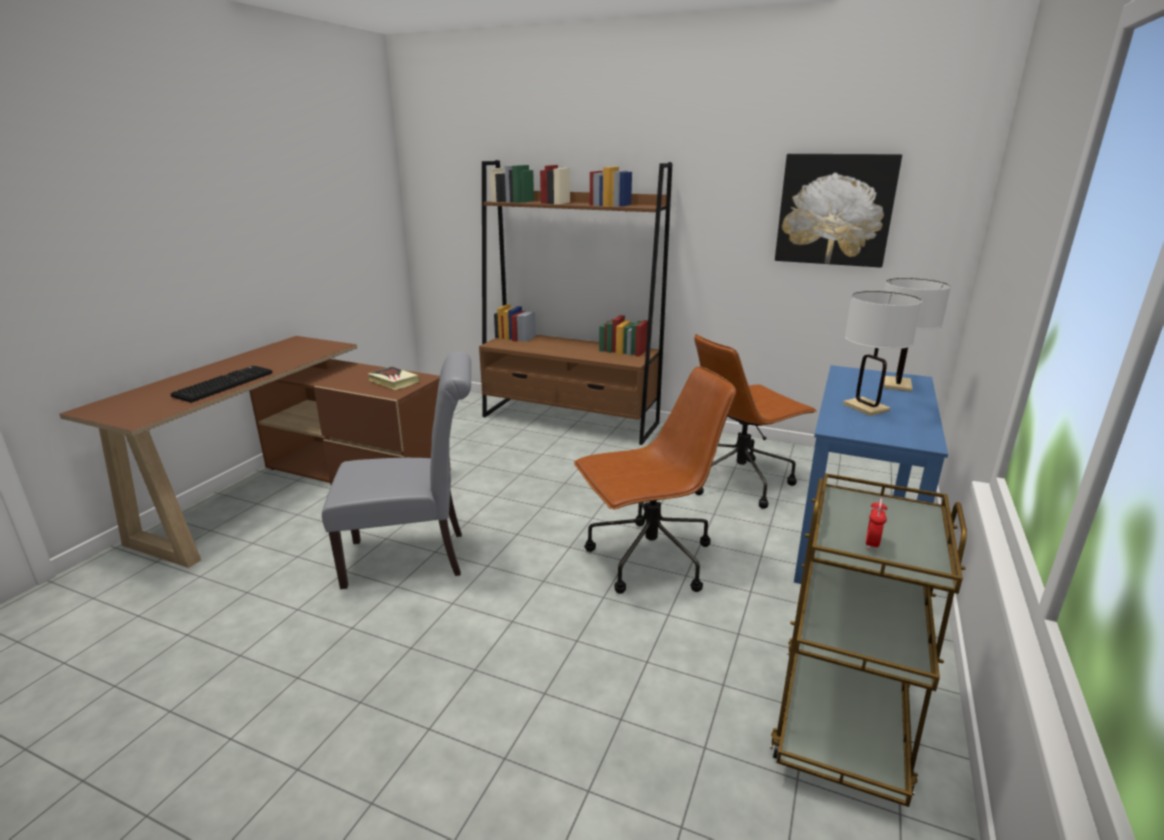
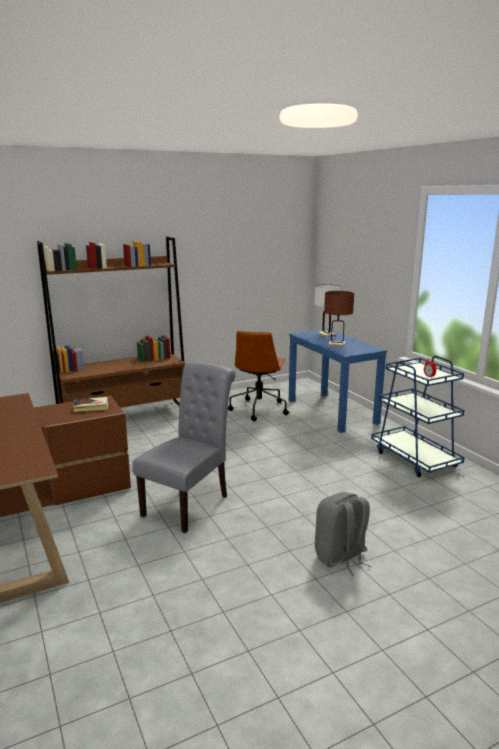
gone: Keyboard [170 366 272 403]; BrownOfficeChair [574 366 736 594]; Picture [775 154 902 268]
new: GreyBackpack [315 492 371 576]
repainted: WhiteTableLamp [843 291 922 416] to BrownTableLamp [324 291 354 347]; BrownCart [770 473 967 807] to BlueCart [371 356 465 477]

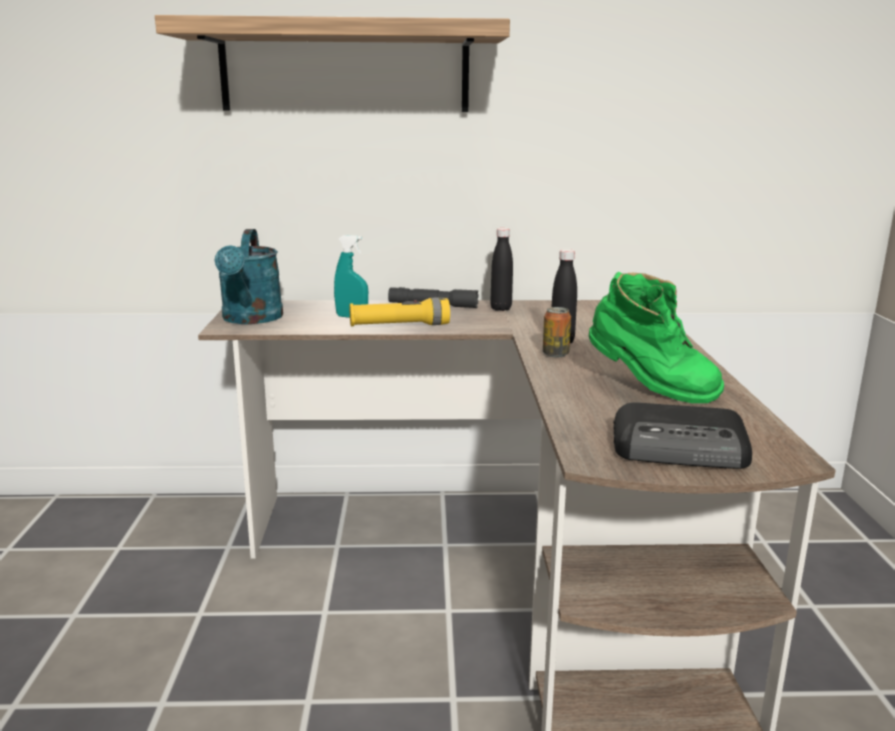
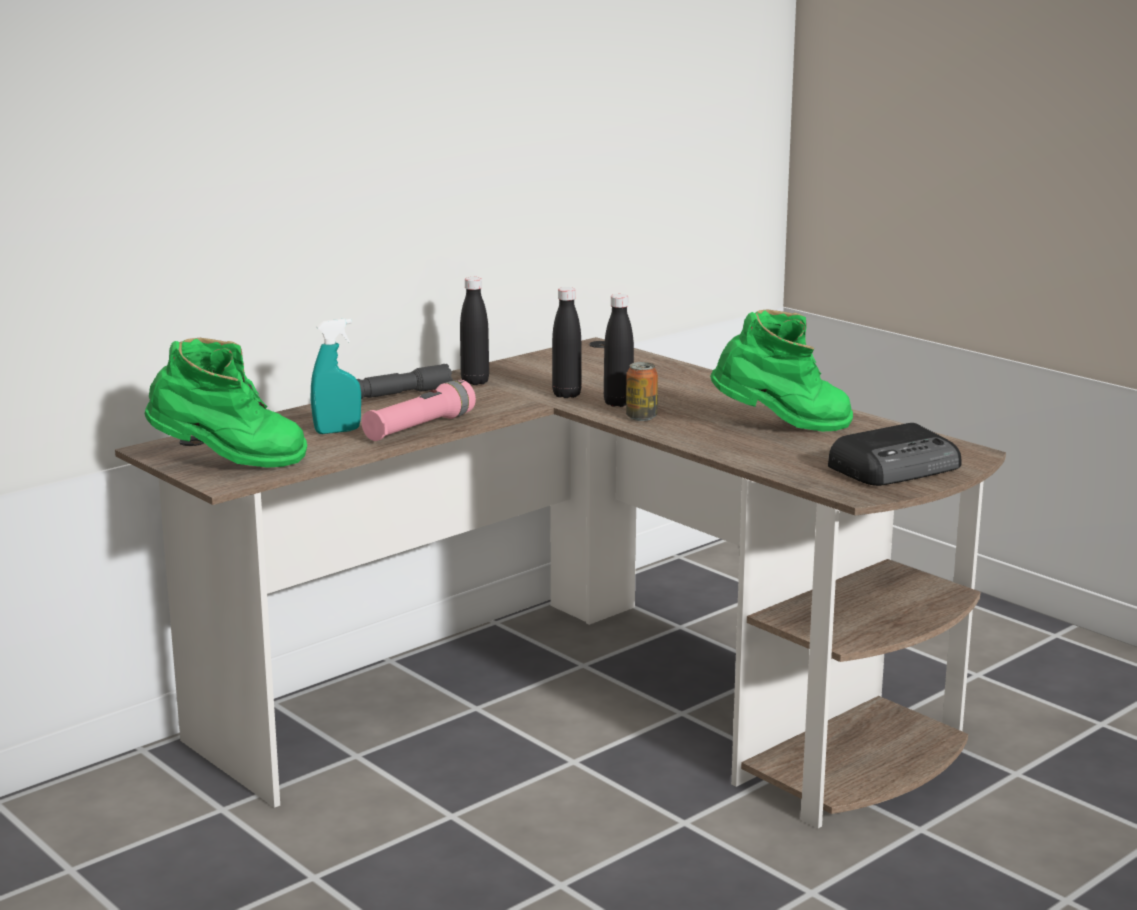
gone: Shelf [155 15 510 112]
new: BlackBottle [552 287 582 398]
swapped: TurquoiseWateringCan [214 229 283 324] to GreenBoot [145 338 307 468]
repainted: YellowFlashlight [350 297 450 326] to PinkFlashlight [362 380 476 441]

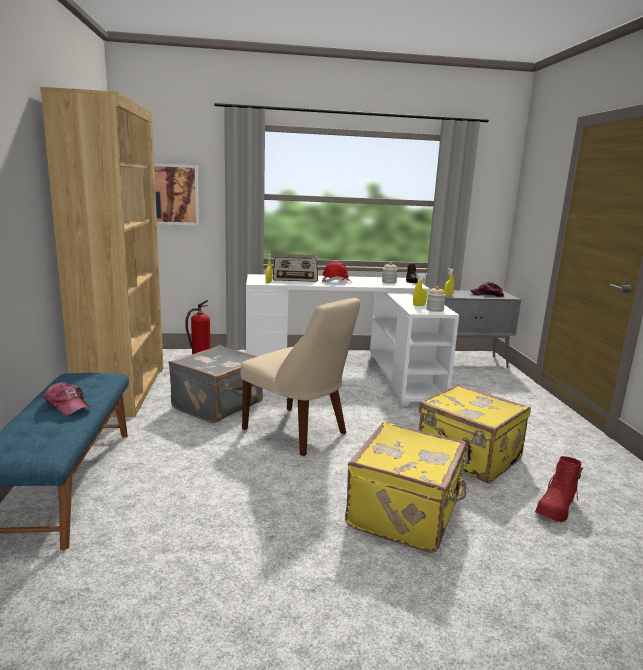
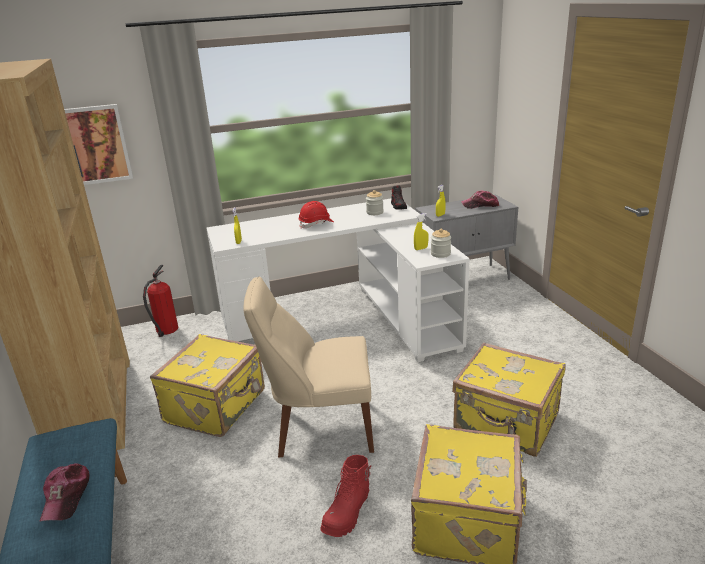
gone: Radio [272 254 318 282]
shifted: RedBoot [535 456 583 522] to [320 455 371 537]
repainted: GreySuitcase [169 345 263 423] to YellowSuitcase [150 334 265 437]
rotated: Cap [44 382 91 416] = [40 463 89 521] 60 degrees clockwise; BeigeChair [241 298 360 456] = [244 277 374 457] 150 degrees clockwise

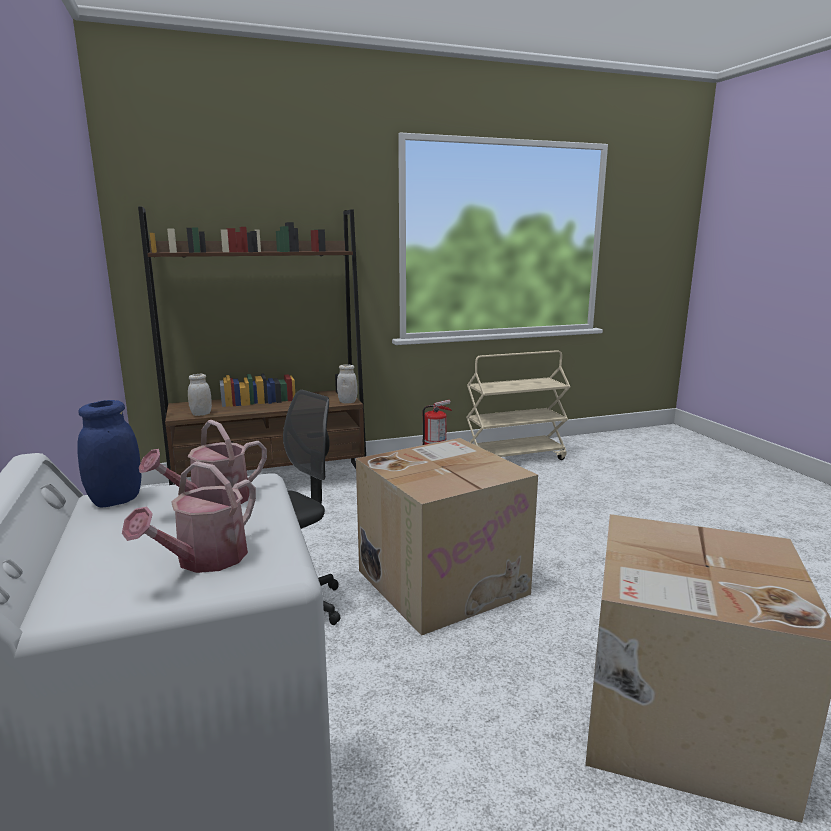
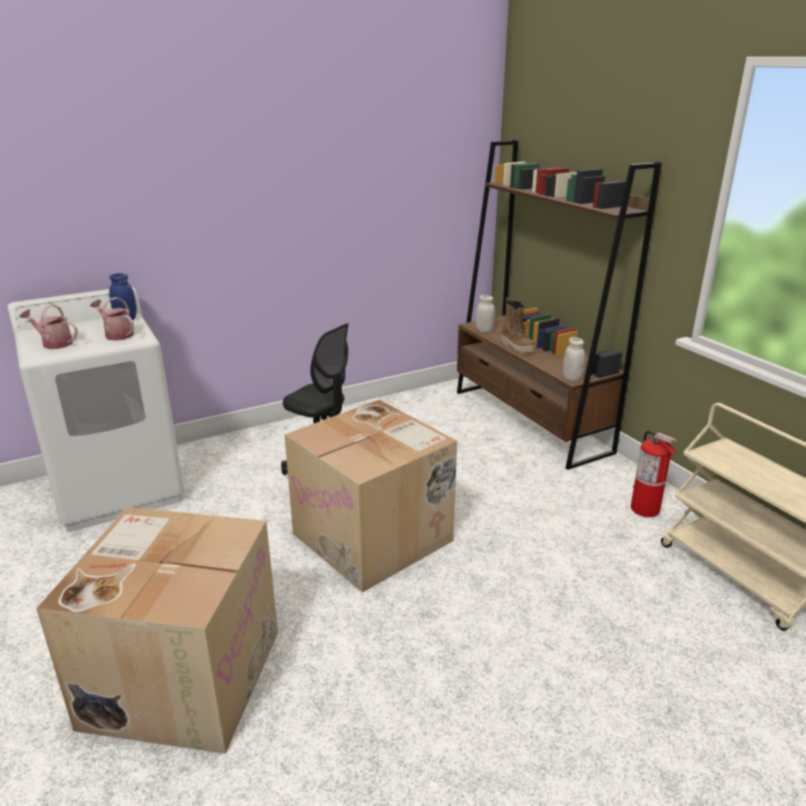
new: Boot [500 298 535 354]

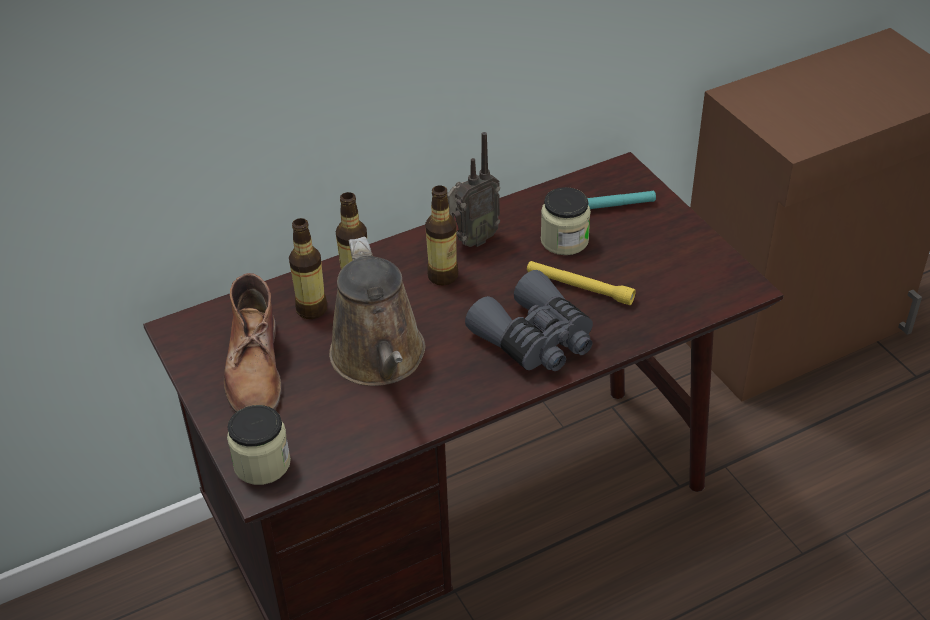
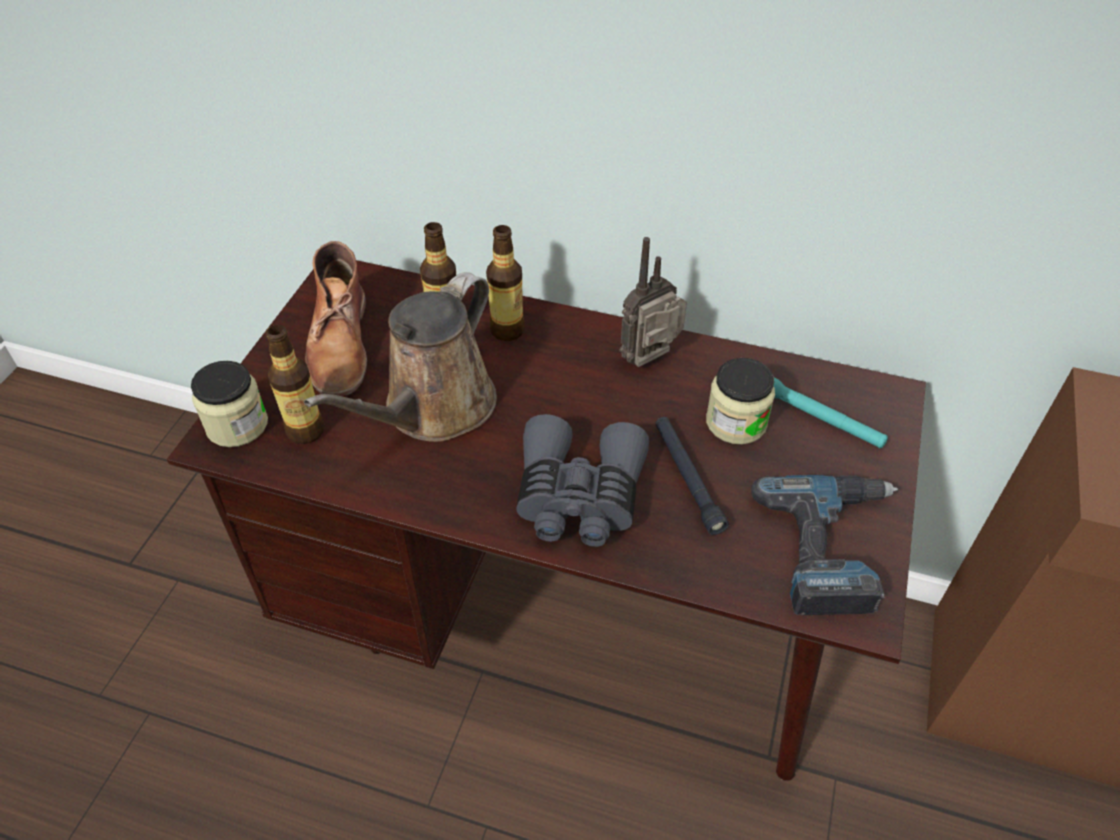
new: PowerDrill [751 475 898 615]
shifted: Bottle [425 185 458 286] to [266 325 325 444]
repainted: YellowFlashlight [527 261 636 305] to BlackFlashlight [655 417 729 535]
rotated: BrownBoot [224 273 282 412] = [305 241 367 396] 45 degrees counterclockwise; Radio [447 132 500 247] = [619 237 687 367] 135 degrees clockwise

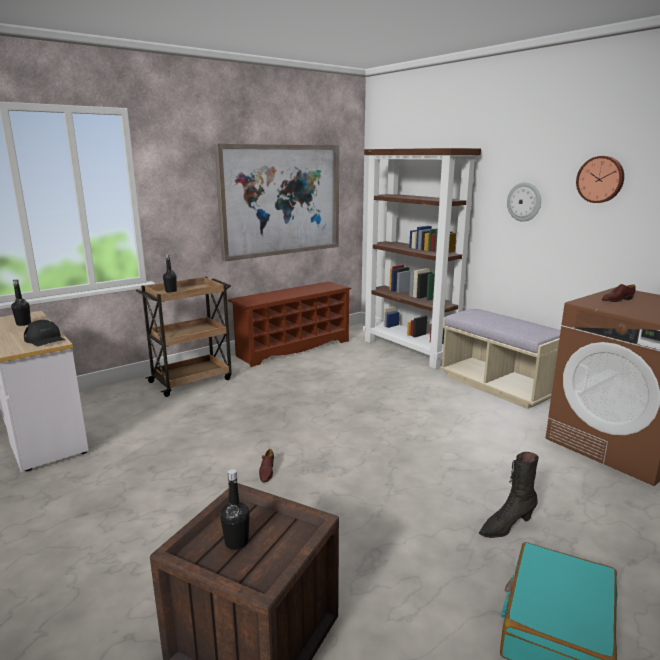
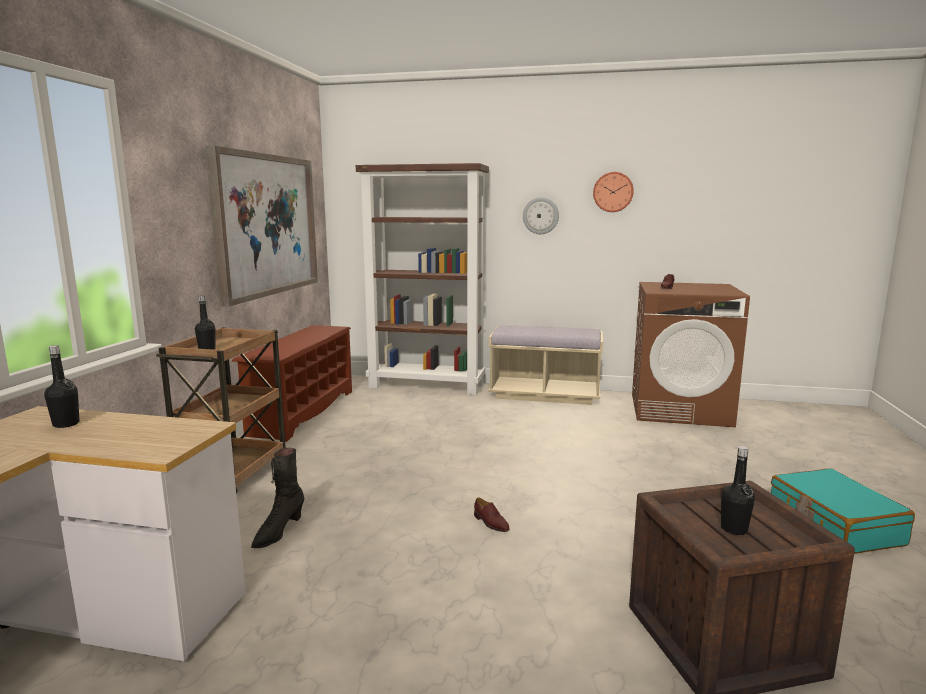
gone: BlackCap [24 320 65 346]
shifted: BlackBoot [479 452 539 538] to [251 448 304 548]

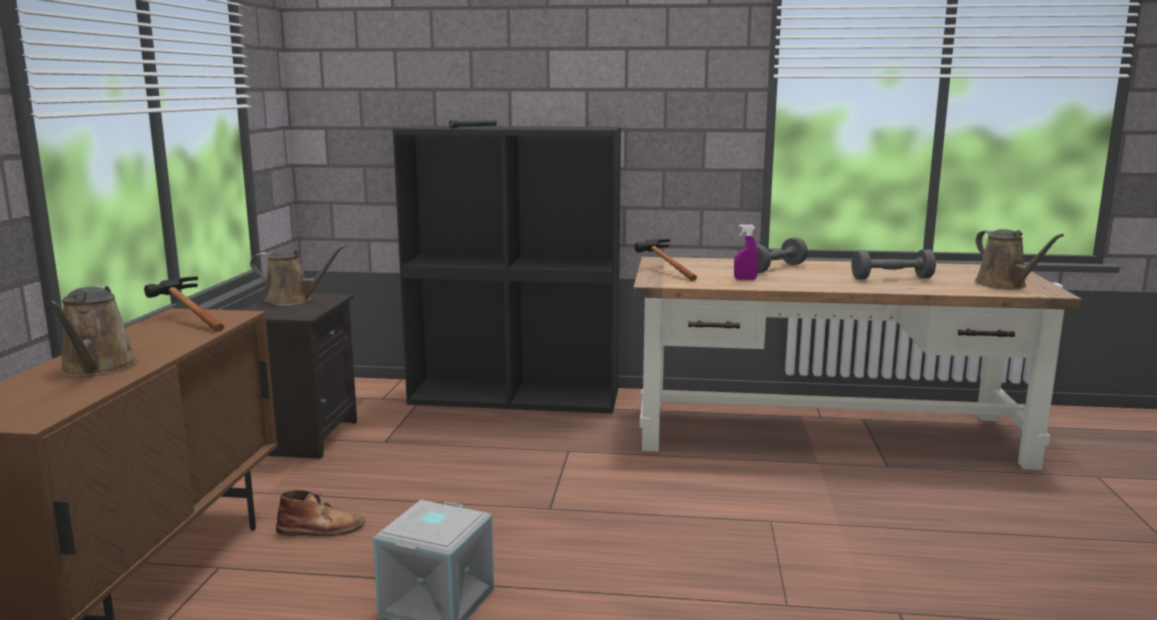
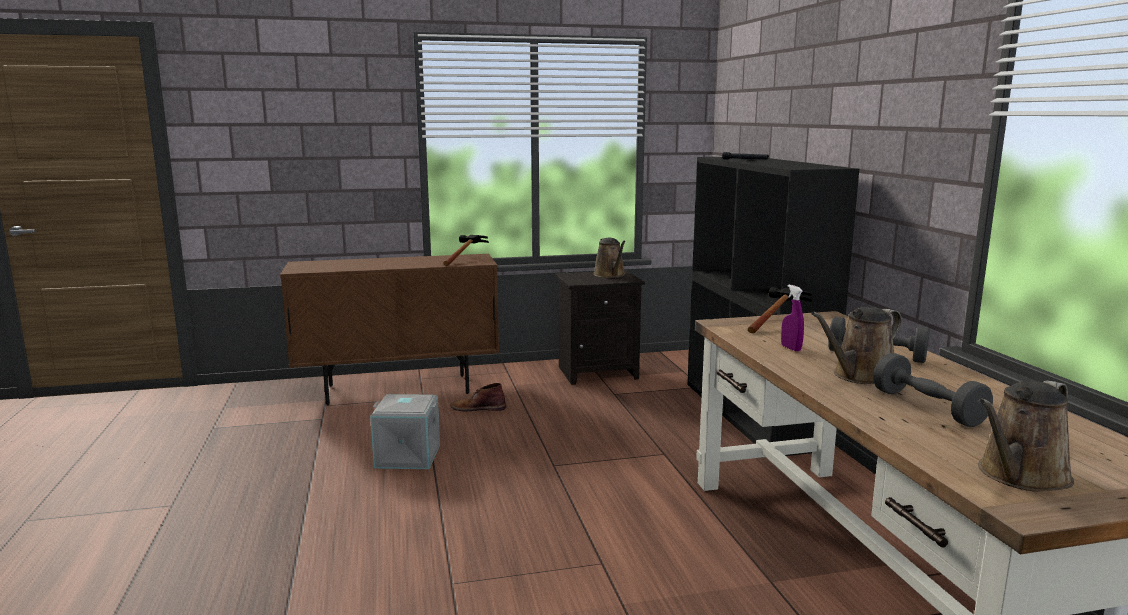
shifted: BrownWateringCan [48 286 138 377] to [811 307 902 384]
rotated: BrownBoot [276 490 365 536] = [451 383 506 411] 120 degrees clockwise

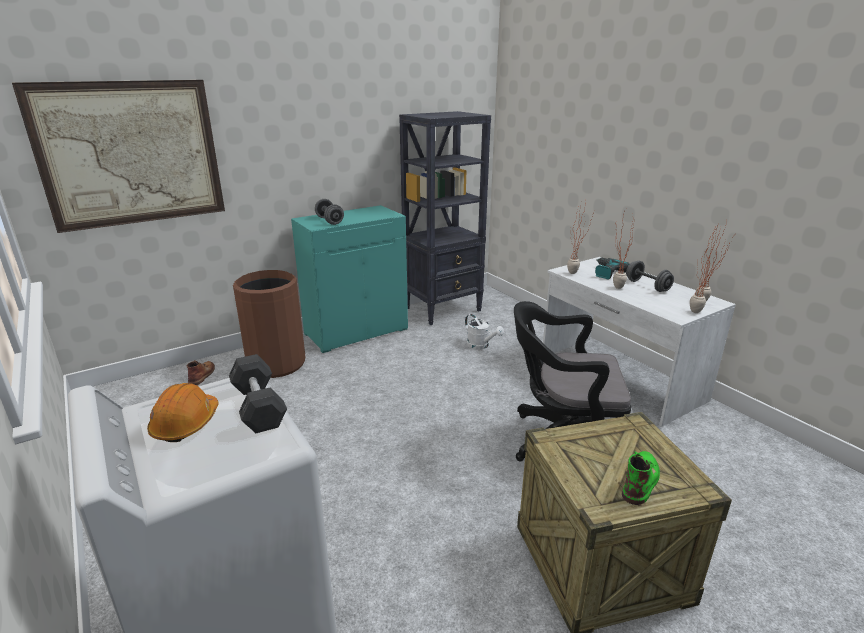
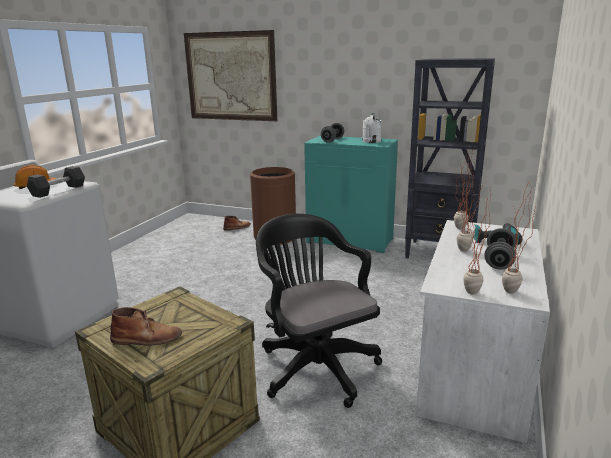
shifted: WhiteWateringCan [465 314 504 350] to [362 113 381 143]
repainted: GreenBoot [622 451 660 505] to BrownBoot [110 307 182 345]

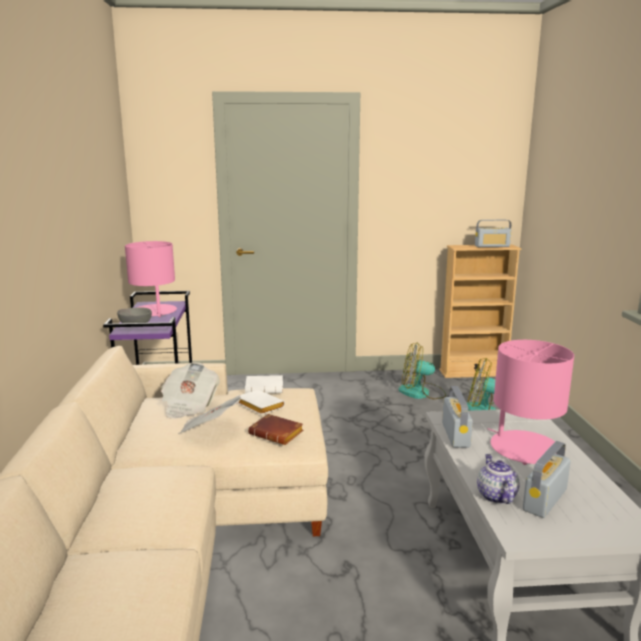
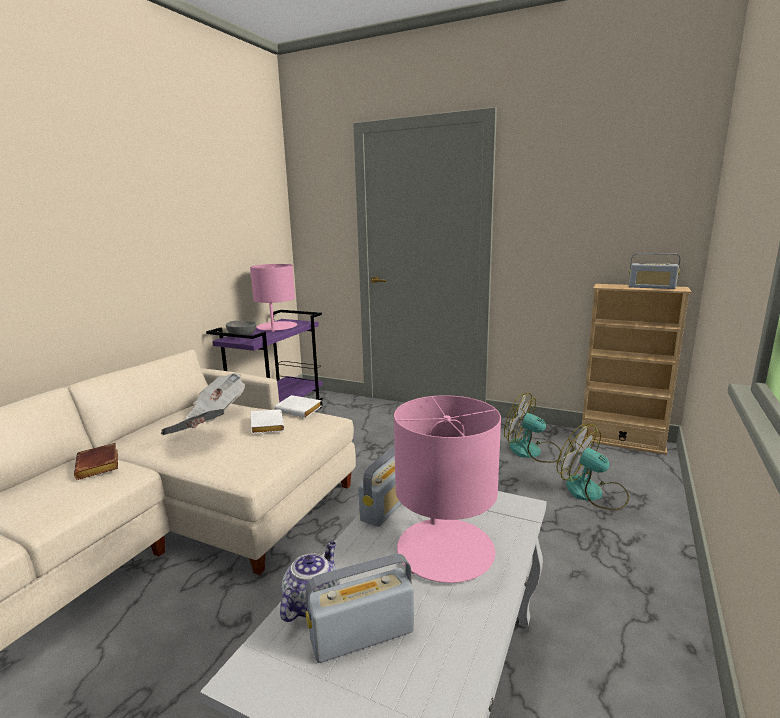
shifted: BrownBook [248 414 303 445] to [74 443 118 480]

